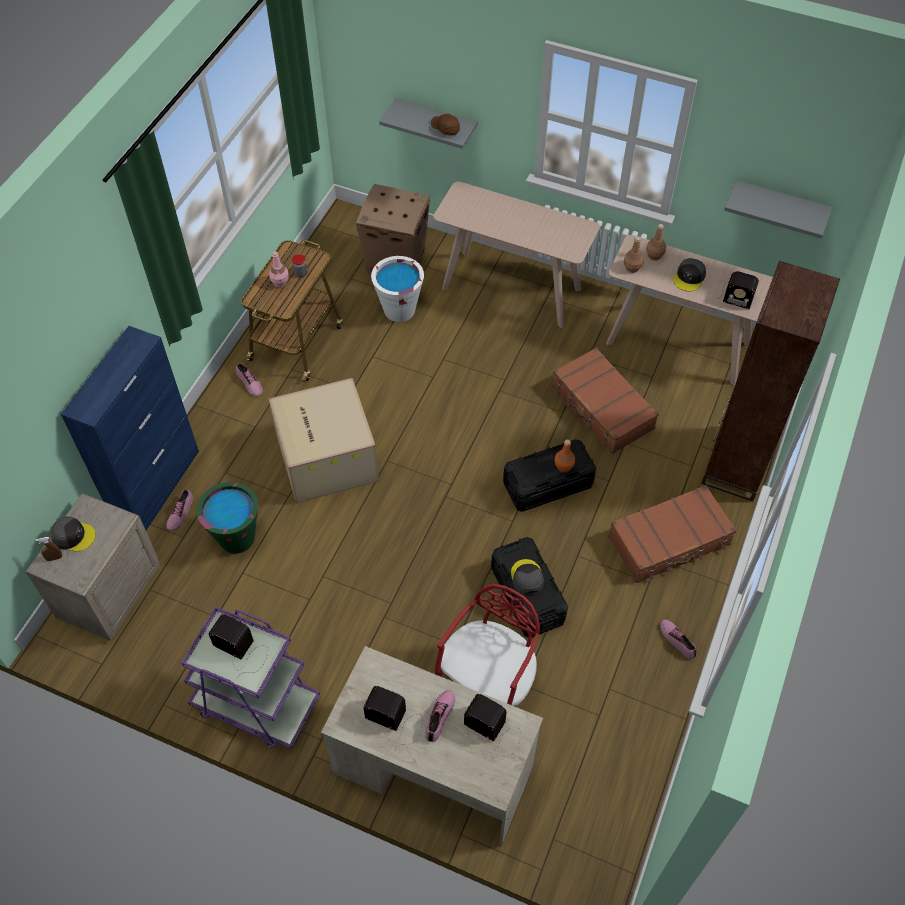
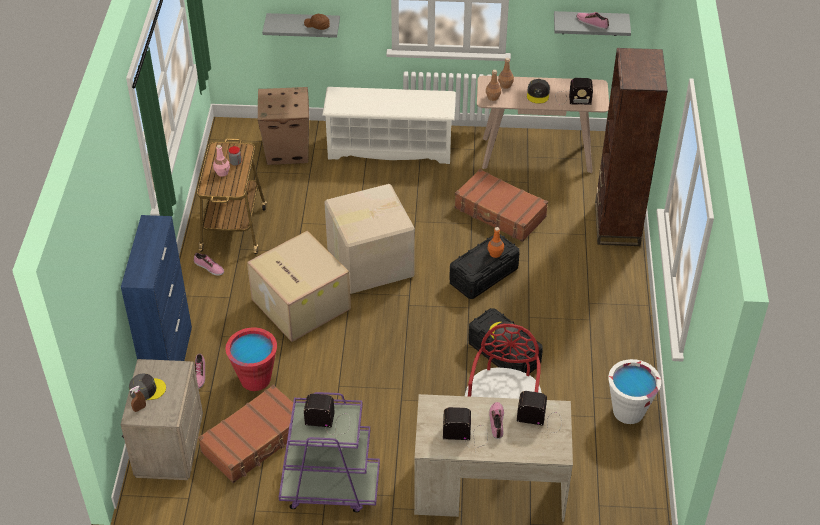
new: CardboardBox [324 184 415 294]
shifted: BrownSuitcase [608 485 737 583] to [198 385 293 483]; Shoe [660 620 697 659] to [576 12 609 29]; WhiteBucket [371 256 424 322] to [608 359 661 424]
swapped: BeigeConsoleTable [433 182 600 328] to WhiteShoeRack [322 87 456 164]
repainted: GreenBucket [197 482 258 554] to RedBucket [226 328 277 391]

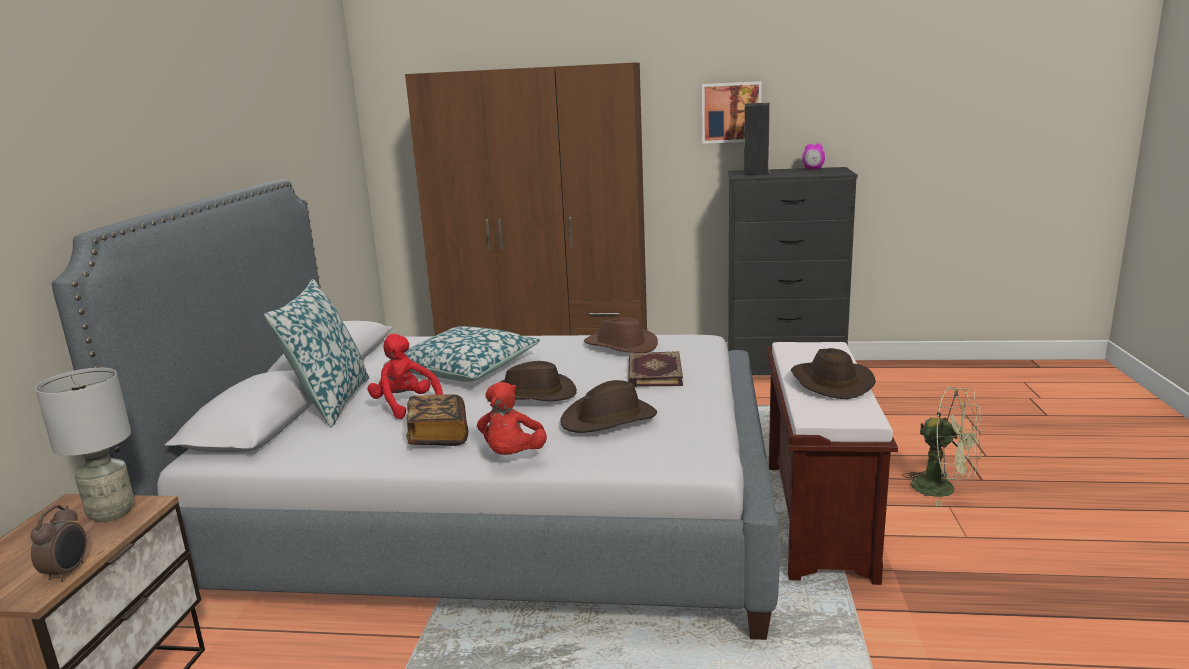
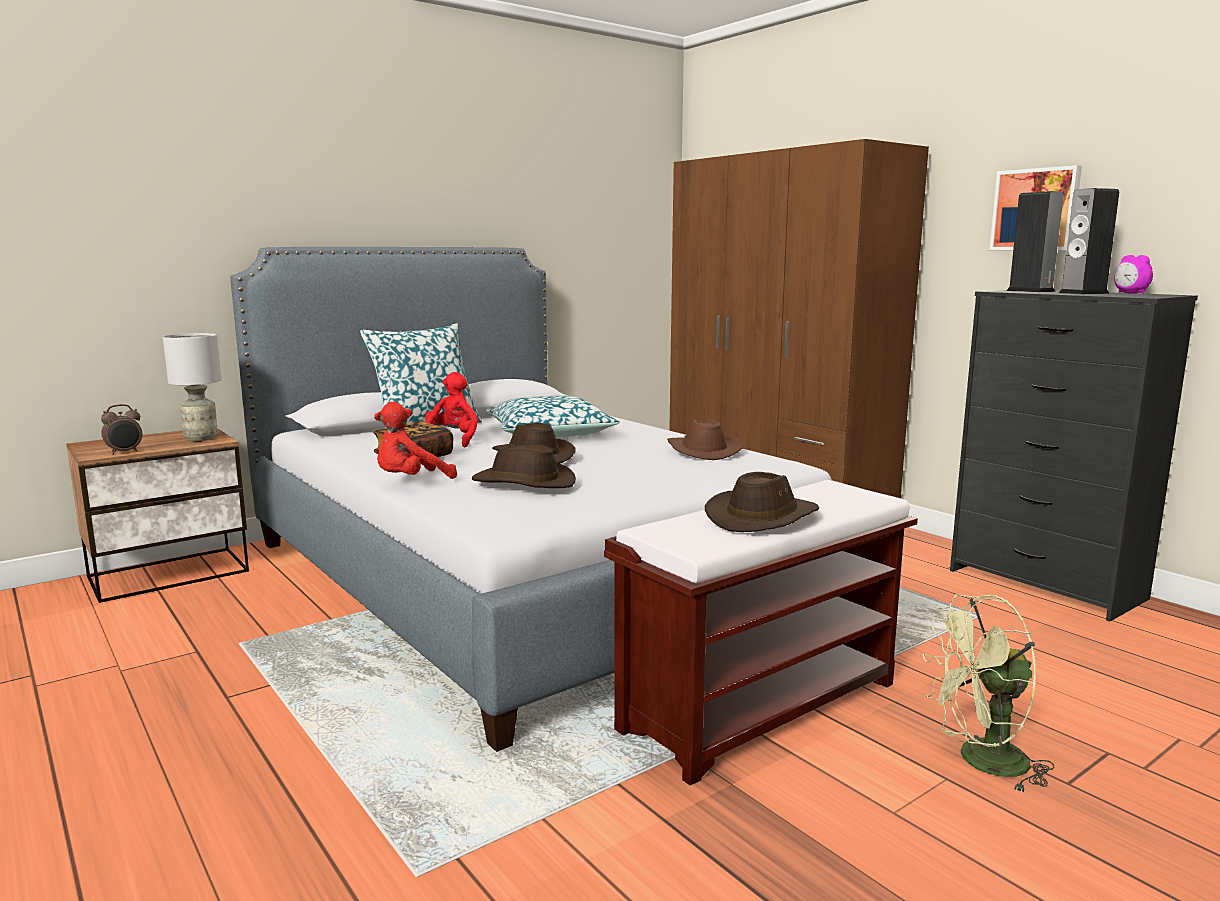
gone: Book [628 351 683 387]
new: Speaker [1059 188 1119 294]
rotated: GreenFan [902 386 983 506] = [923 594 1055 794] 90 degrees clockwise

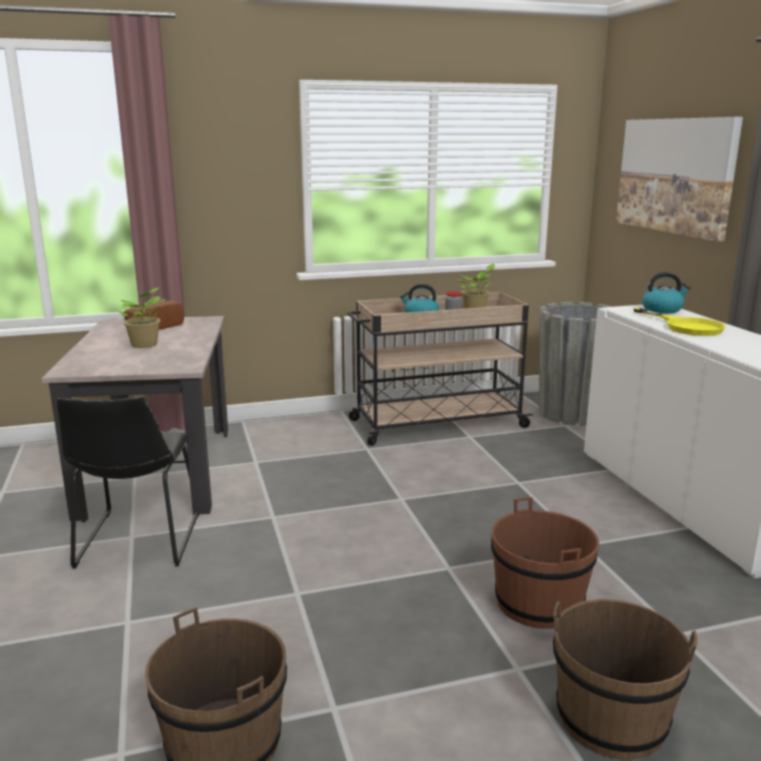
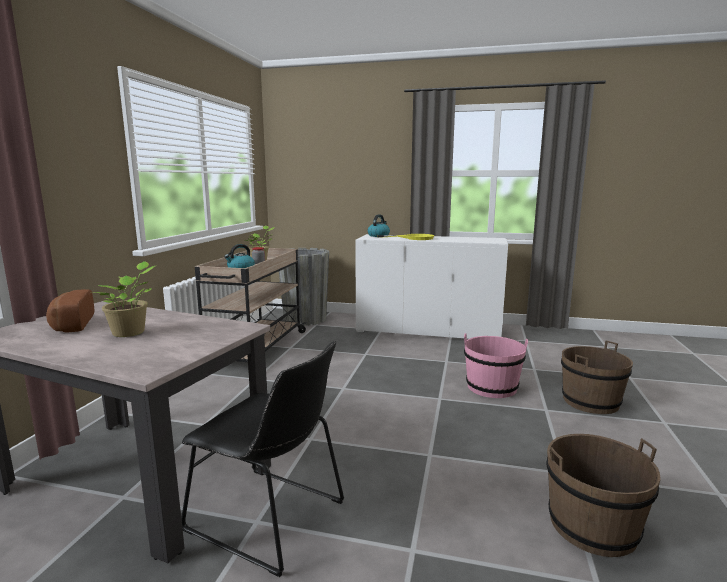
gone: Picture [616 117 743 242]
repainted: BrownBucket [491 497 599 629] to PinkBucket [464 333 528 398]

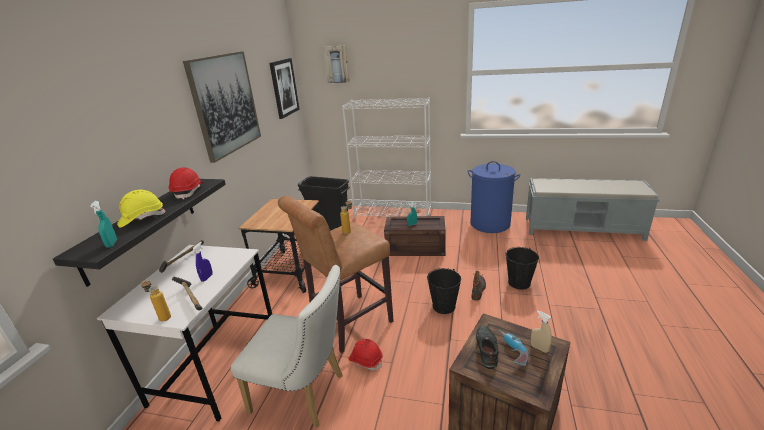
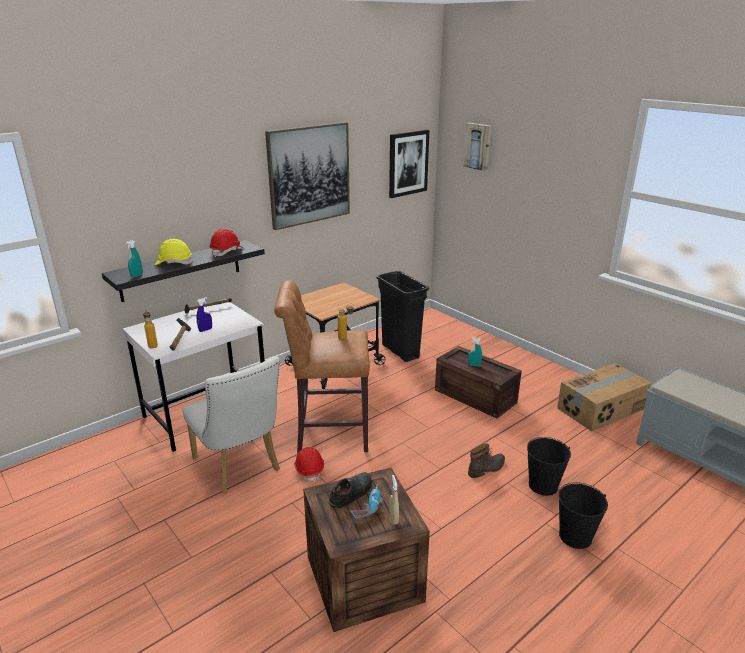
gone: WhiteBookcase [342 98 431 219]
shifted: BlackBucket [427 268 461 314] to [559 482 608 549]
swapped: BlueLaundryBasket [468 161 521 233] to CardboardBox [557 363 652 432]

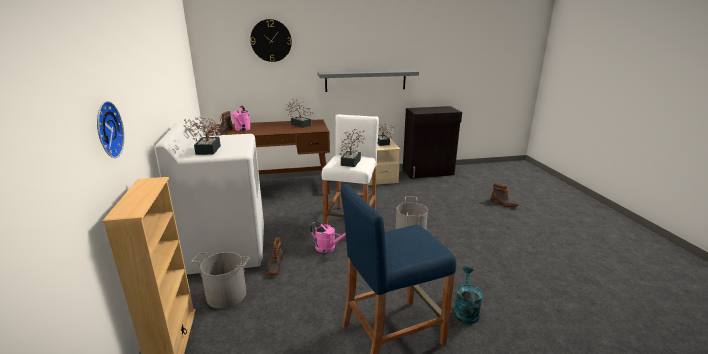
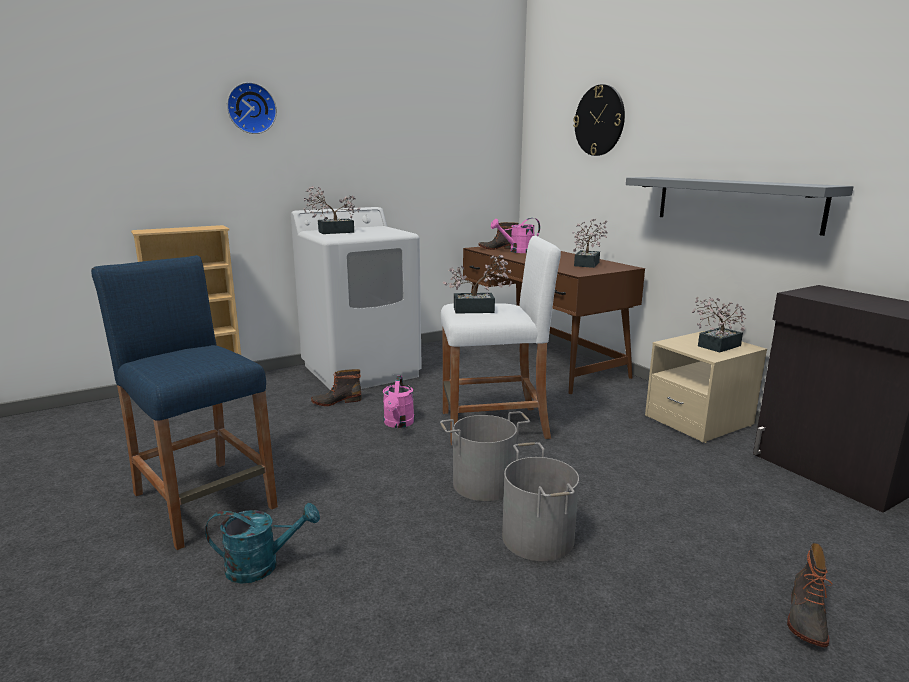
shifted: WallClock [97 101 124 158] to [227 82 277 134]; GreyBucket [191 252 250 309] to [502 442 579 561]

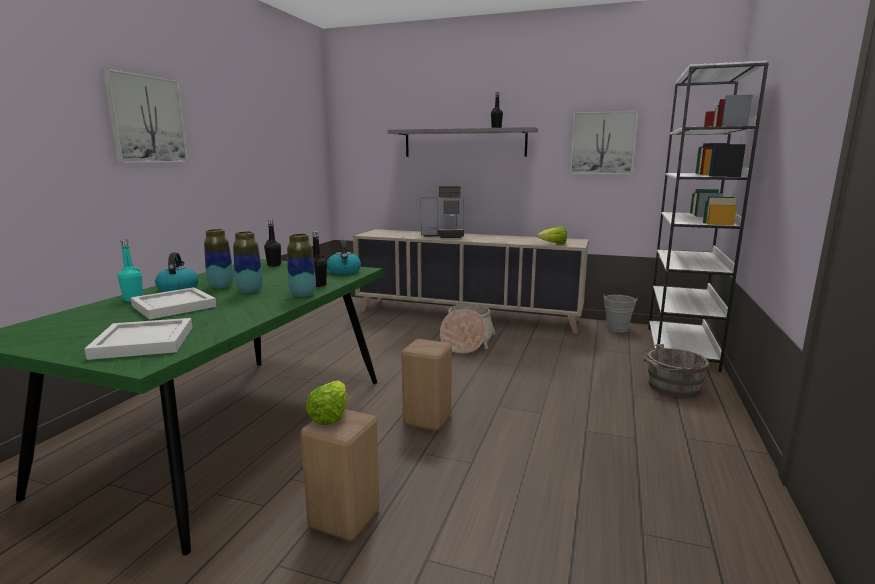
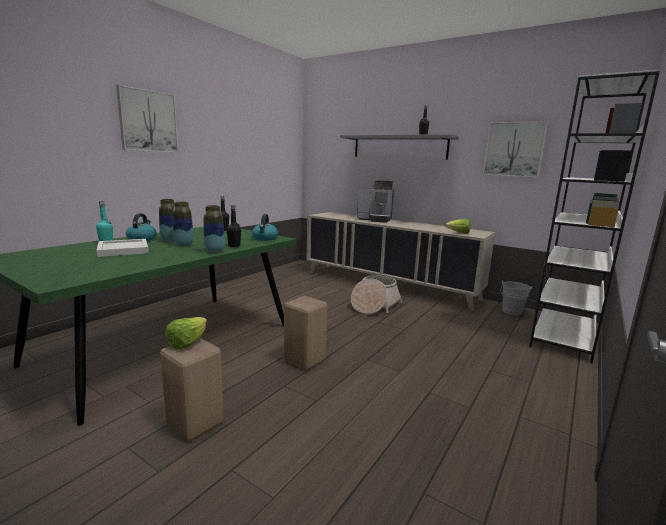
gone: WhiteTray [85 318 193 360]; GreyBucket [641 344 709 397]

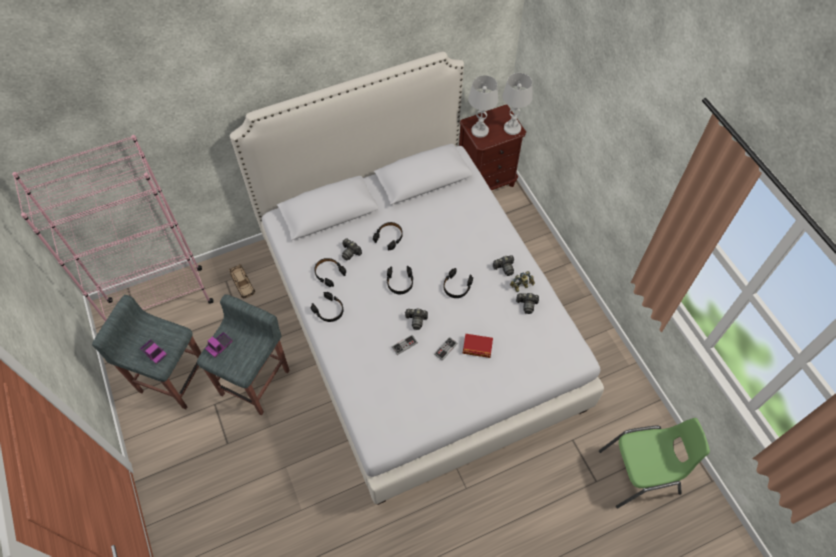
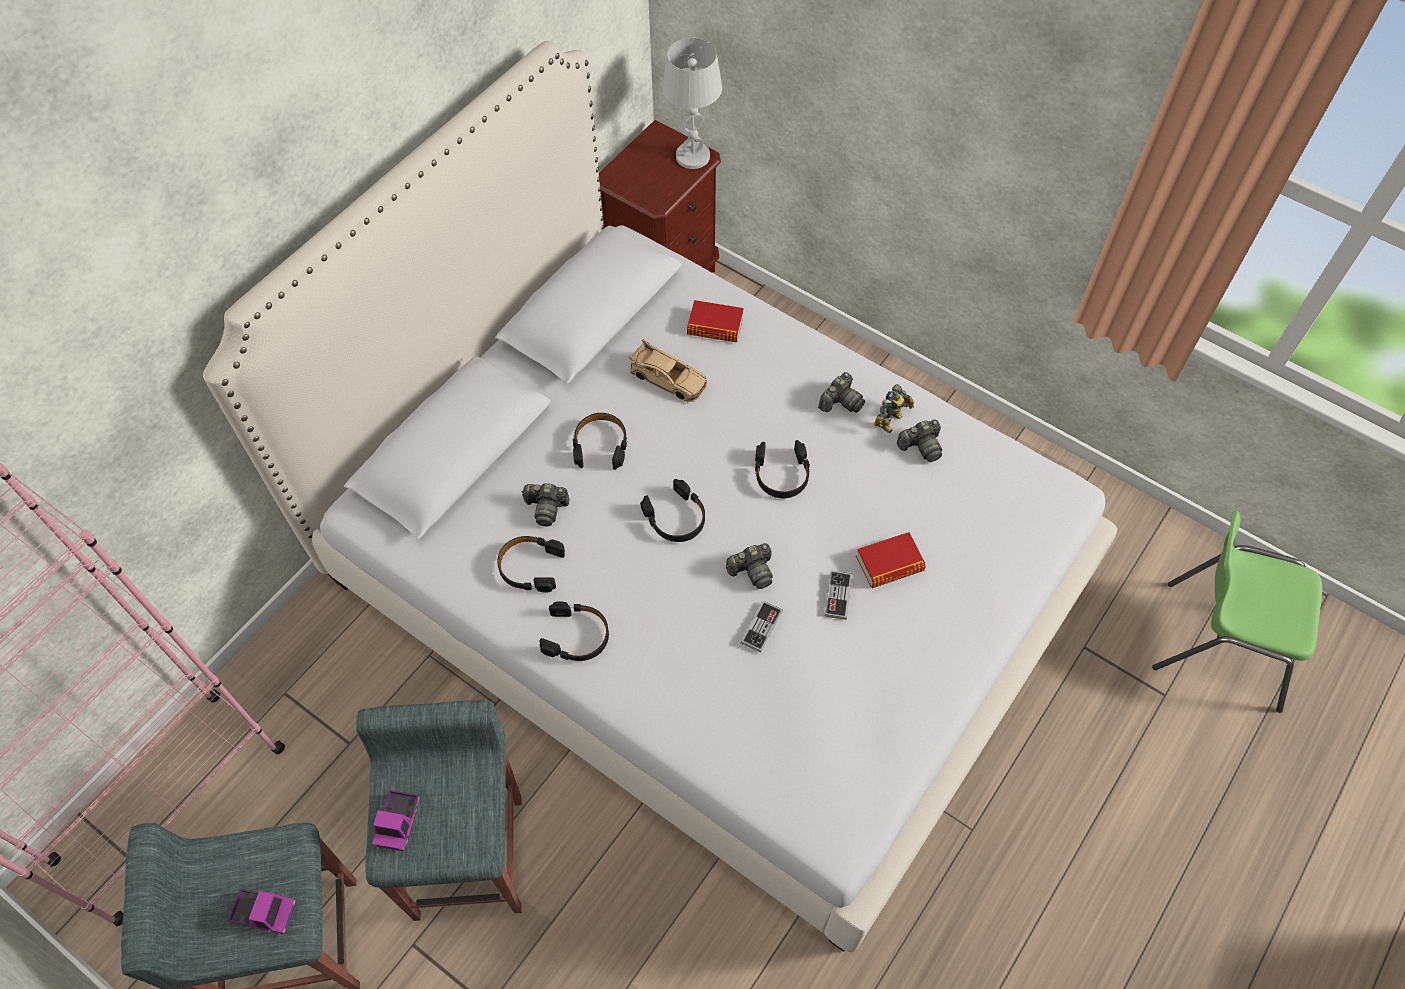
gone: WhiteTableLamp [468 75 498 138]
new: Book [687 300 744 343]
shifted: BeigeToyCar [229 263 255 298] to [629 339 707 402]
rotated: GreenChair [599 418 710 508] = [1152 510 1322 713] 120 degrees counterclockwise

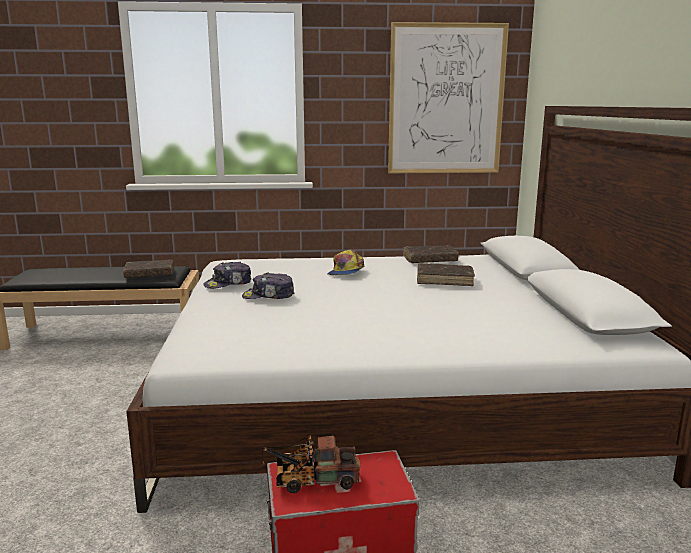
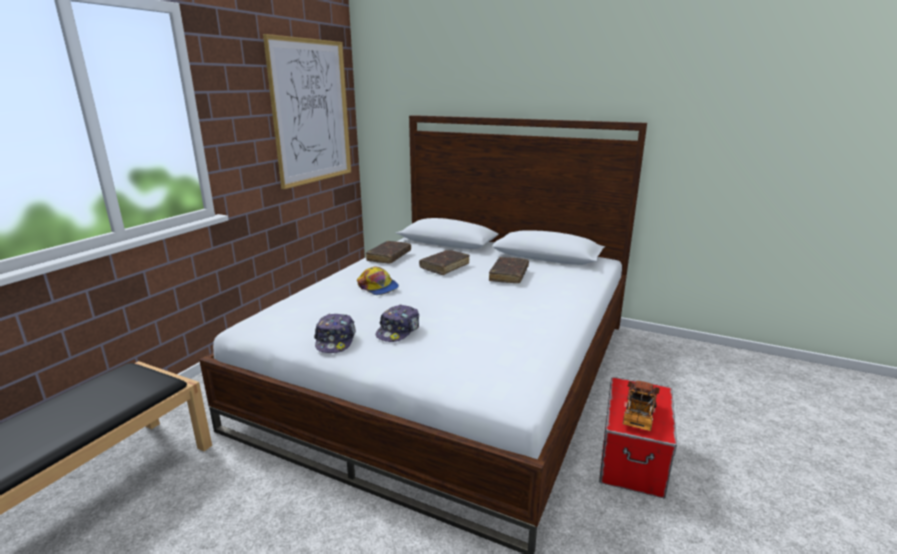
shifted: BrownBook [123 259 174 278] to [489 257 529 283]

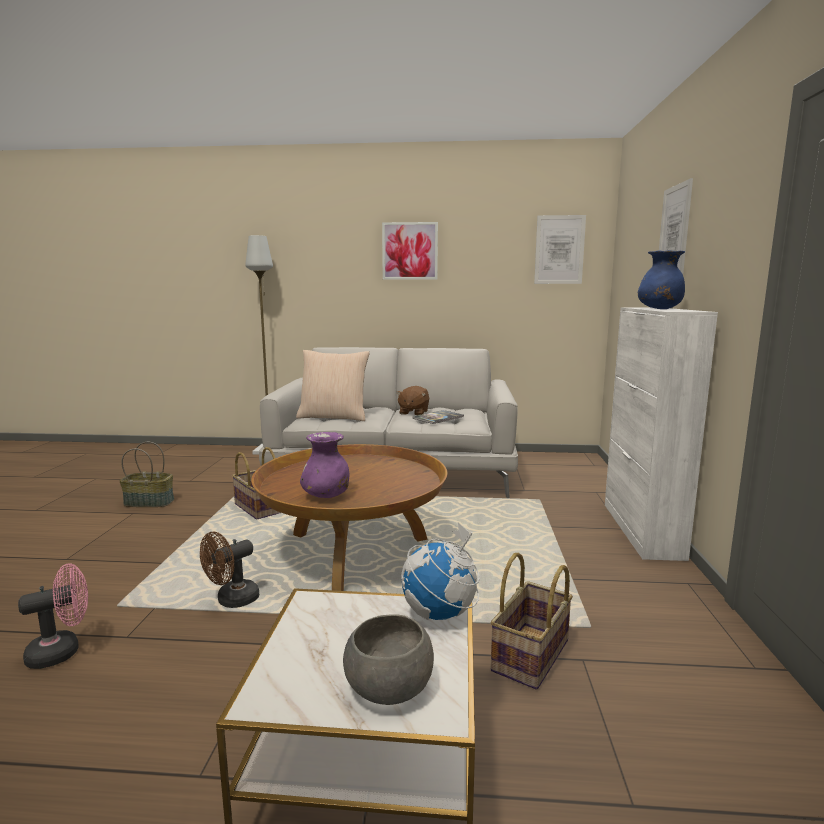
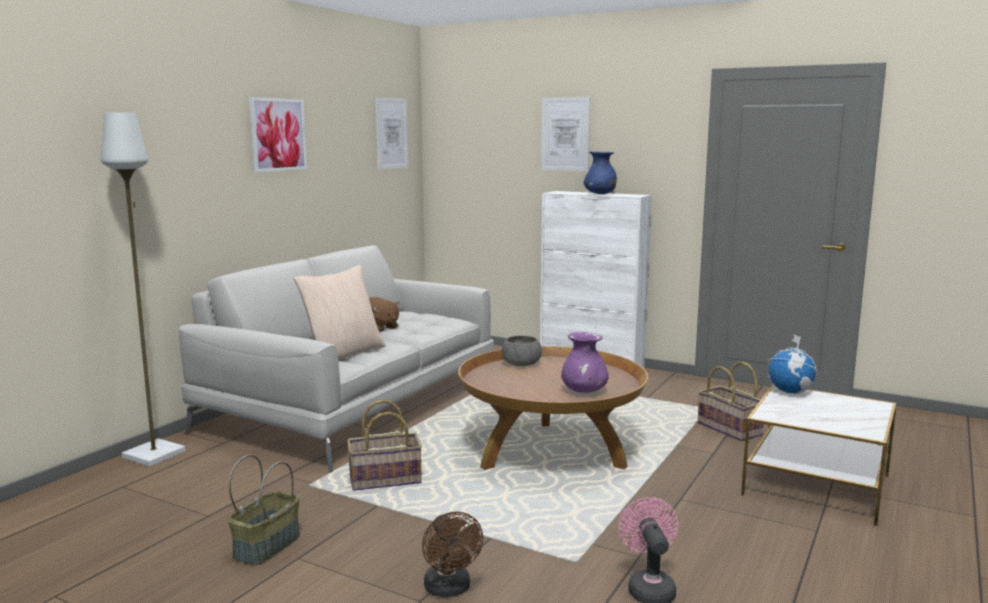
gone: Book [412 410 464 424]
shifted: BrownFan [200 532 259 608] to [422 511 483 597]; GreyBowl [343 614 434 705] to [502 335 542 366]

